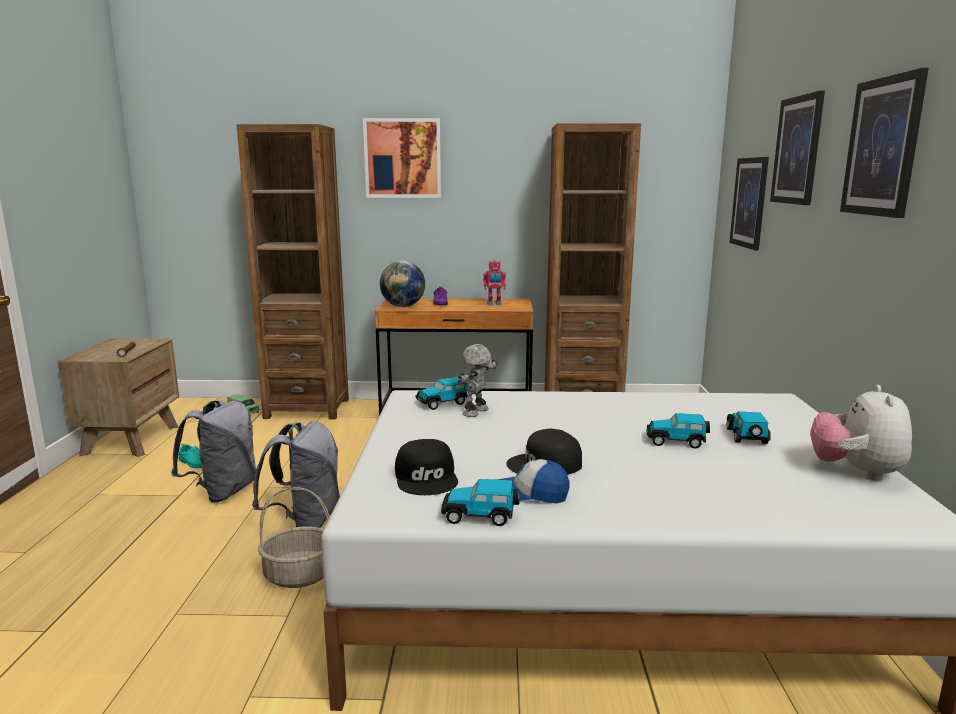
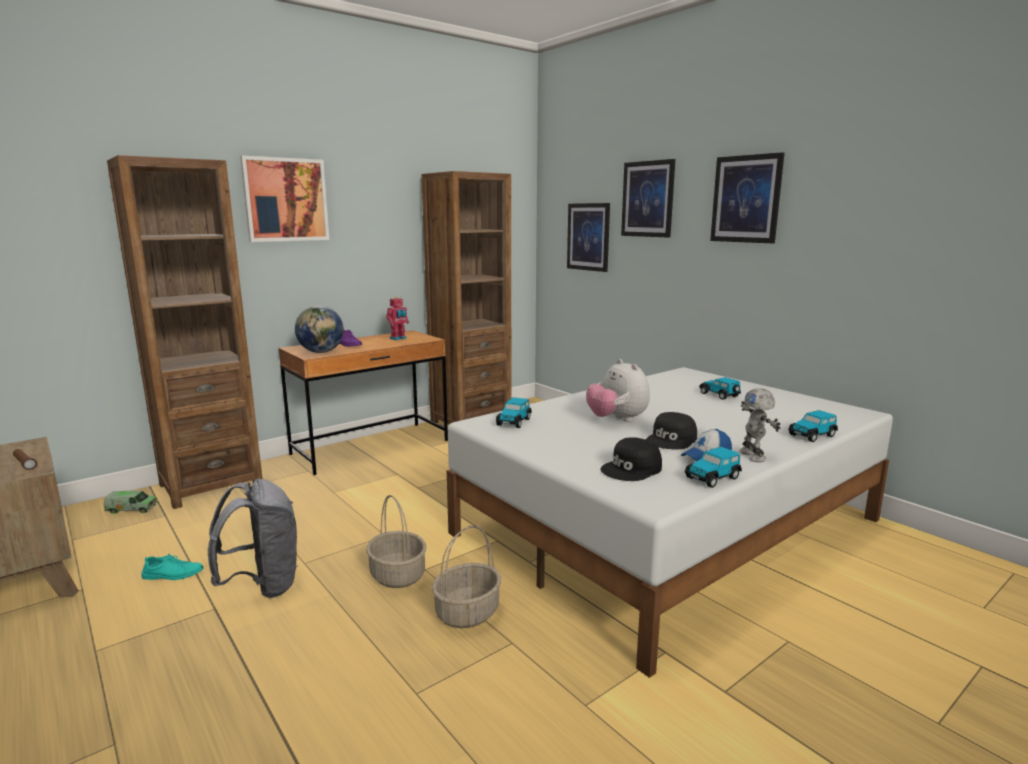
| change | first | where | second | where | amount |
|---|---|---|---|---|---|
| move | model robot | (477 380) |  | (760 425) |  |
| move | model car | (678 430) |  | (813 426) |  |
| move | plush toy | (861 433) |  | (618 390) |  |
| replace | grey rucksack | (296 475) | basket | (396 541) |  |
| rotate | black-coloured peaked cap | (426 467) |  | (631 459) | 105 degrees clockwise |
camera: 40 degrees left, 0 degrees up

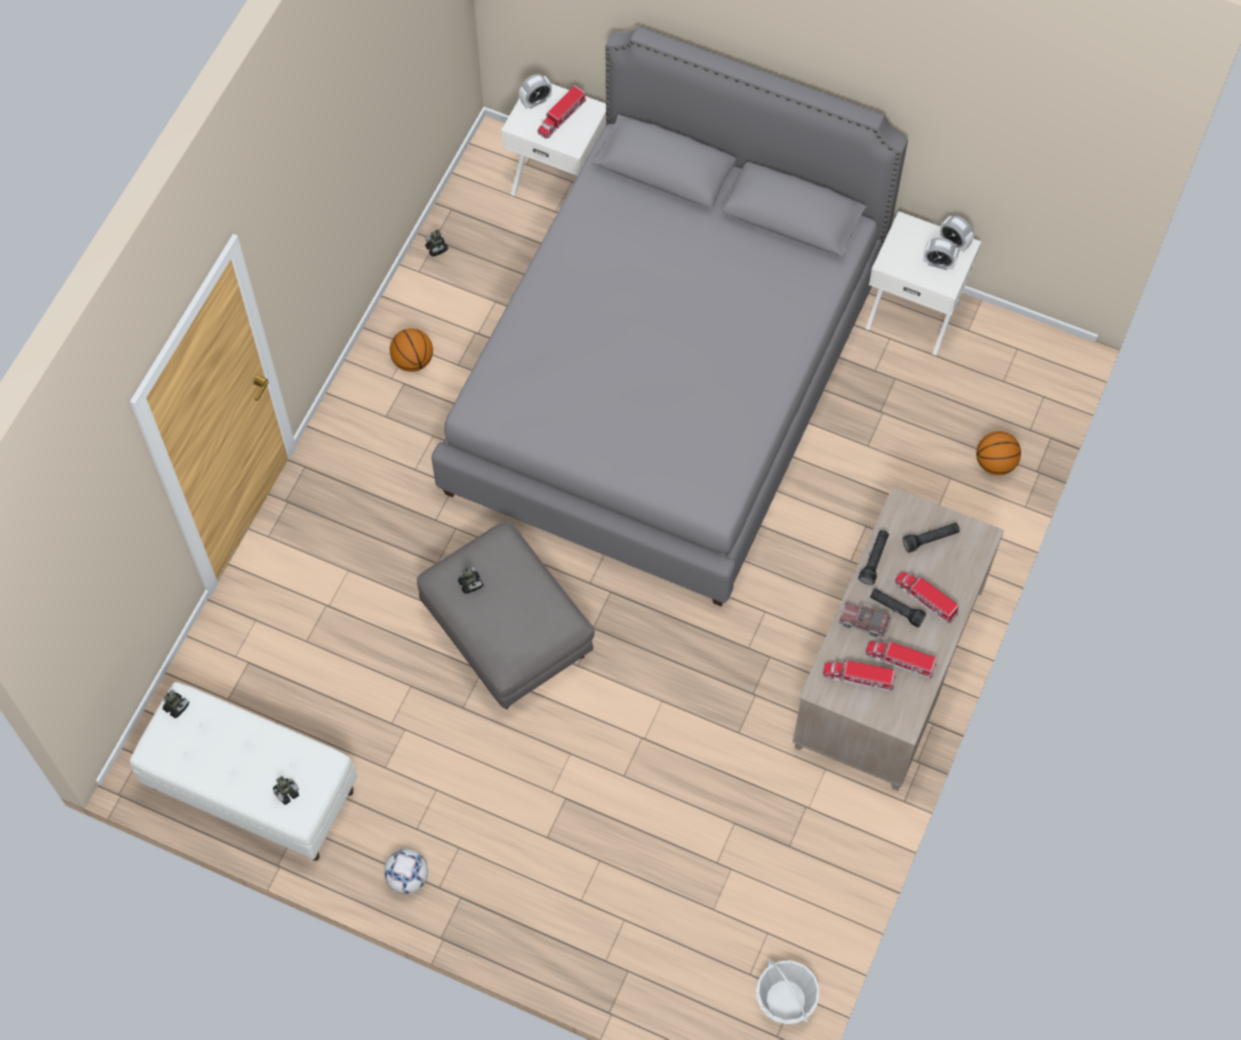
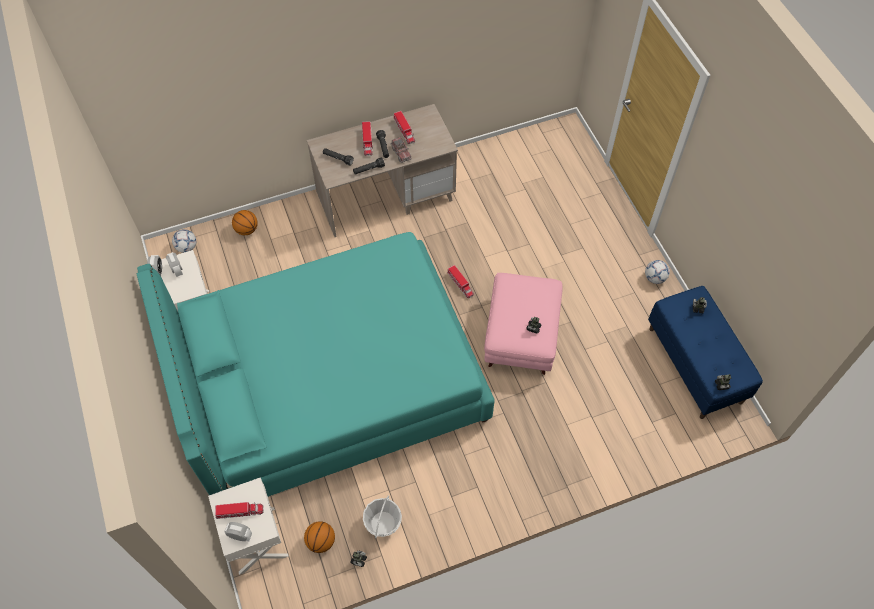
| change | first | where | second | where | amount |
|---|---|---|---|---|---|
| insert |  |  | ball for football | (184 241) |  |
| move | ball for basketball | (411 350) |  | (319 537) |  |
| move | basket | (787 991) |  | (382 516) |  |
| move | toy truck | (859 675) |  | (460 281) |  |
| recolor | whitish long seat | (243 771) | bluish long seat | (705 352) |  |
| recolor | grey ottoman | (505 615) | pink-coloured ottoman | (523 324) |  |
| recolor | grey bed | (669 316) | turquoise bed | (316 364) |  |
camera: 135 degrees left, 5 degrees down

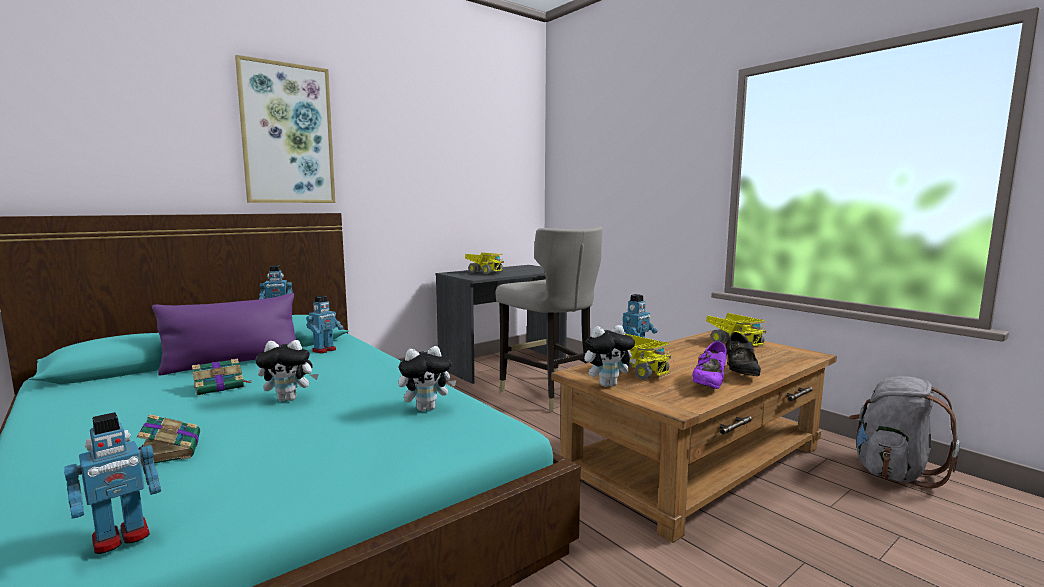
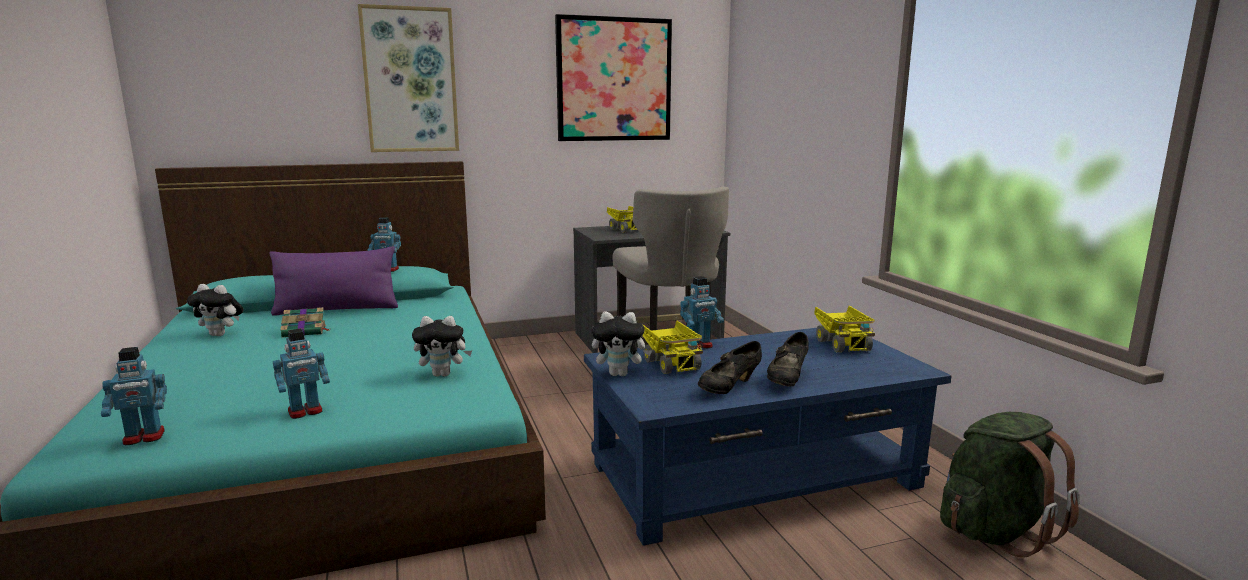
| change | first | where | second | where | amount |
|---|---|---|---|---|---|
| delete | book | (168 440) |  |  |  |
| insert |  |  | wall picture | (613 77) |  |
| move | plush toy | (287 370) |  | (215 310) |  |
| move | model robot | (324 325) |  | (301 373) |  |
| recolor | brownish low table | (694 436) | bluish low table | (767 437) |  |
| recolor | purple low shoe | (709 365) | black-coloured low shoe | (730 367) |  |
| recolor | grey rucksack | (904 432) | greenish rucksack | (1010 485) |  |
camera: 20 degrees right, 5 degrees up

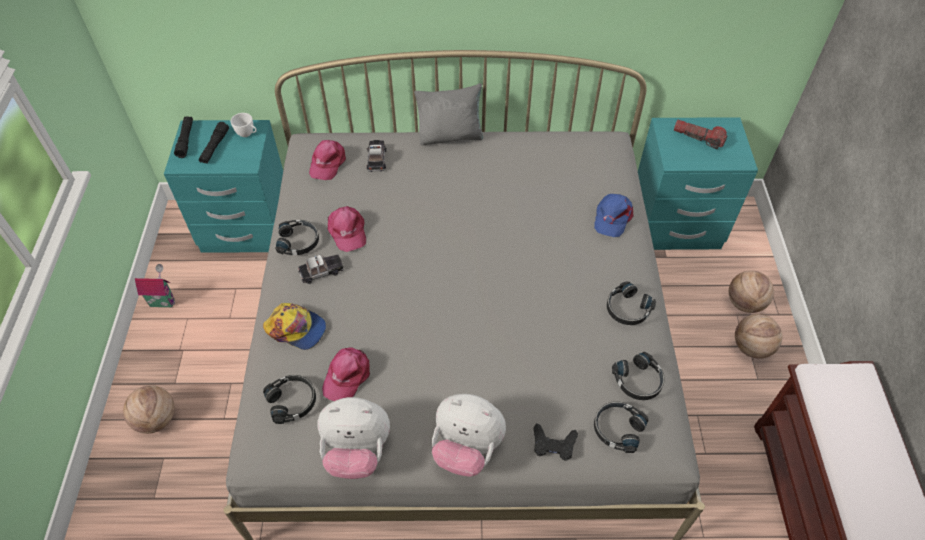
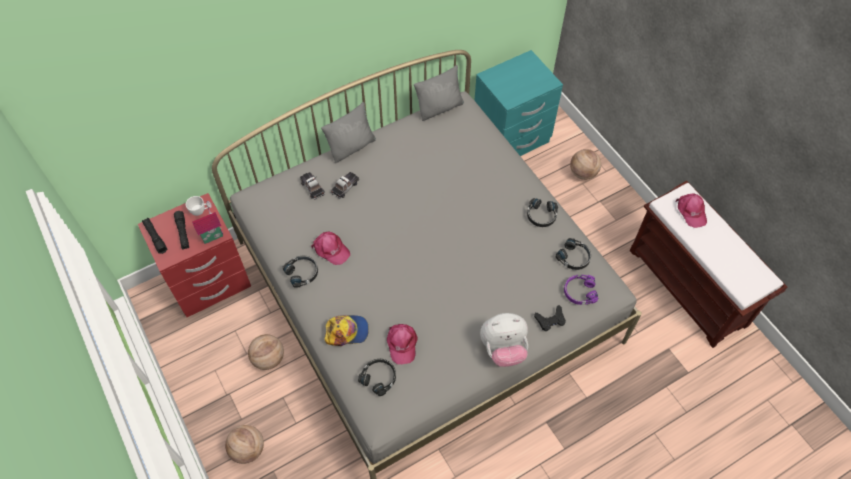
| change | first | where | second | where | amount |
|---|---|---|---|---|---|
| delete | plush toy | (354 438) |  |  |  |
| delete | bluish peaked cap | (613 215) |  |  |  |
| delete | hand torch | (700 134) |  |  |  |
| insert |  |  | grey pillow | (439 93) |  |
| move | miniature house | (155 285) |  | (207 222) |  |
| move | model car | (321 269) |  | (345 185) |  |
| move | pink-coloured peaked cap | (327 160) |  | (691 210) |  |
| move | ball for basketball | (758 336) |  | (266 352) |  |
| recolor | turquoise bedside table | (223 186) | red-coloured bedside table | (194 255) |  |
| recolor | black-coloured pair of headphones | (621 427) | purple pair of headphones | (581 290) |  |
camera: 30 degrees left, 5 degrees up

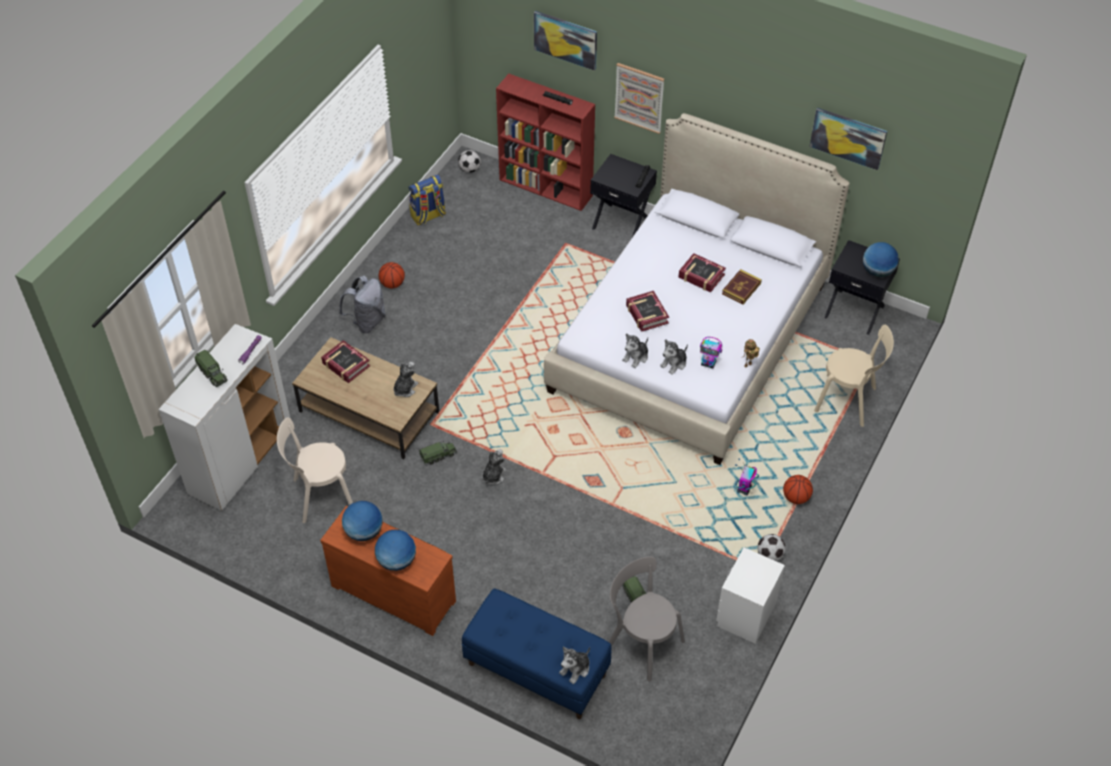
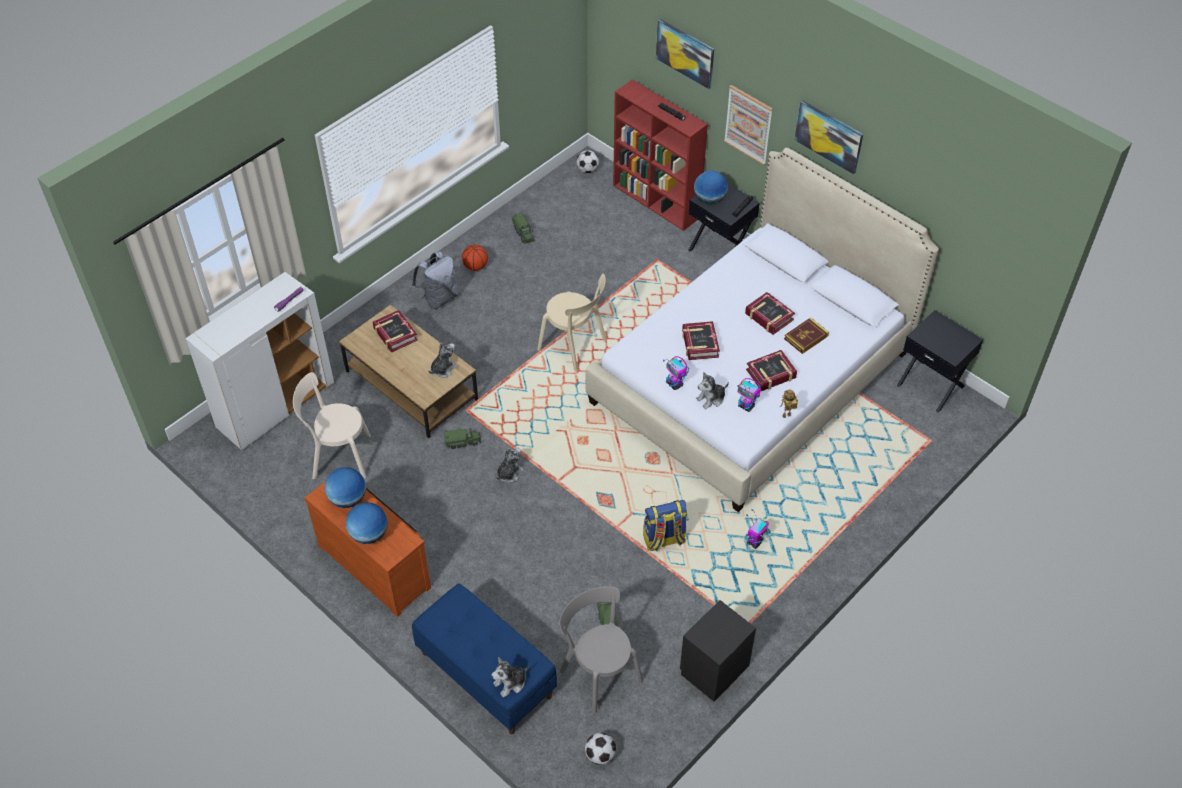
| change | first | where | second | where | amount |
|---|---|---|---|---|---|
| delete | ball for basketball | (798 489) |  |  |  |
| insert |  |  | book | (771 370) |  |
| move | toy truck | (211 368) |  | (523 228) |  |
| move | rucksack | (427 200) |  | (665 526) |  |
| move | ball for football | (772 547) |  | (600 749) |  |
| move | wall picture | (848 139) |  | (828 137) |  |
| move | beige-coloured chair | (854 376) |  | (572 322) |  |
| move | globe | (881 259) |  | (711 187) |  |
| replace | plush toy | (635 351) | model robot | (676 373) |  |
| recolor | whitish bedside table | (750 595) | black-coloured bedside table | (718 651) |  |
camera: 15 degrees right, 0 degrees up

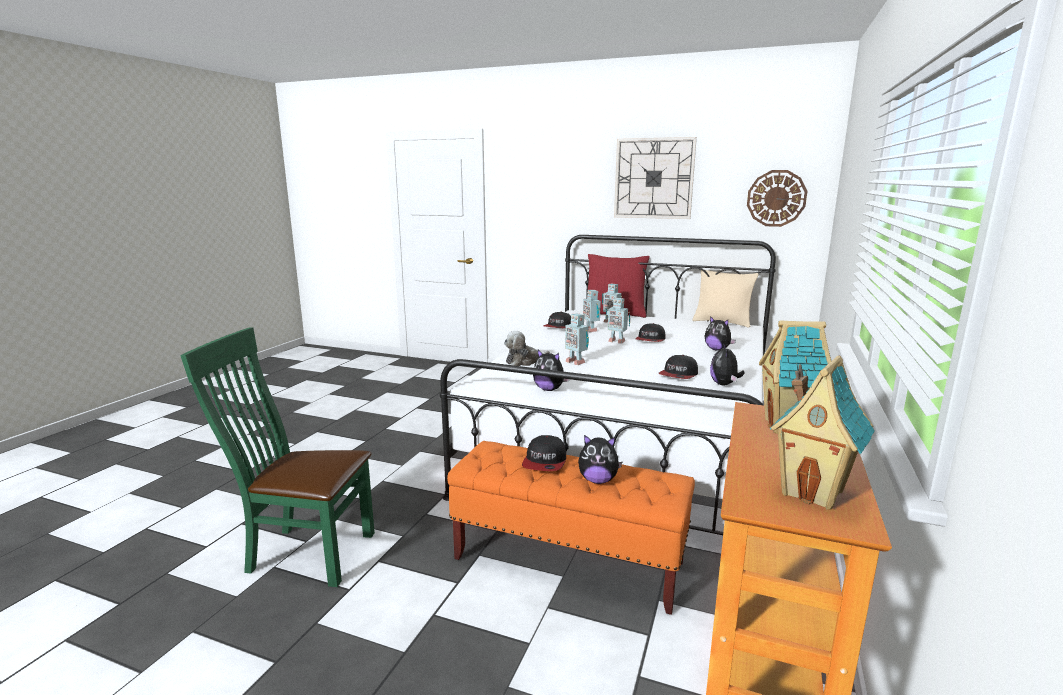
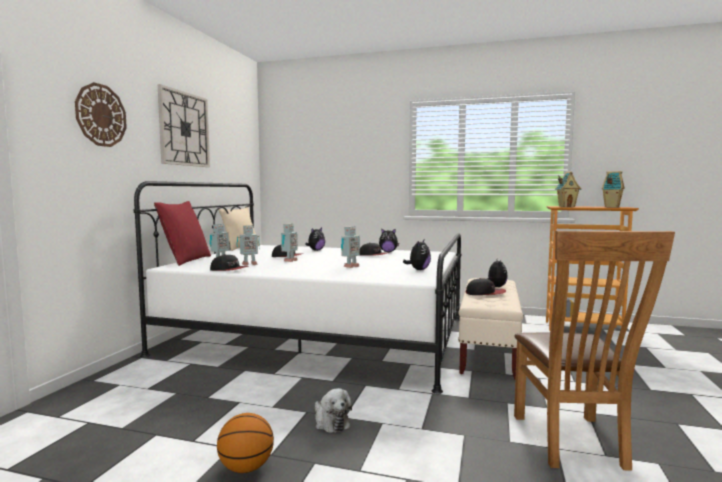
| change | first | where | second | where | amount |
|---|---|---|---|---|---|
| insert |  |  | ball for basketball | (245 443) |  |
| move | plush toy | (527 348) |  | (333 410) |  |
| move | clock on the wall | (777 198) |  | (101 114) |  |
| recolor | greenish chair | (277 457) | brownish chair | (594 351) |  |
| recolor | orangey long seat | (571 528) | beige-coloured long seat | (490 329) |  |
camera: 95 degrees left, 10 degrees down

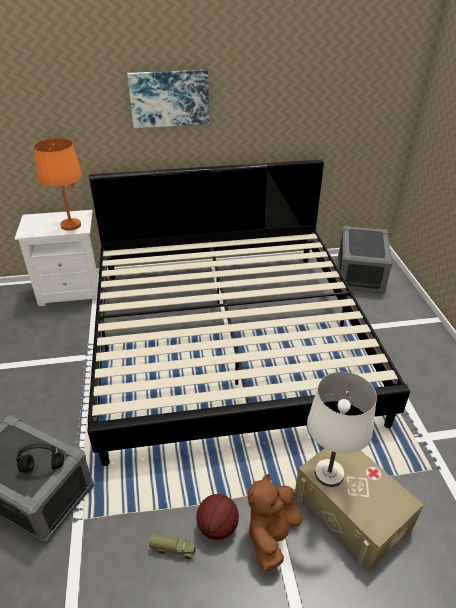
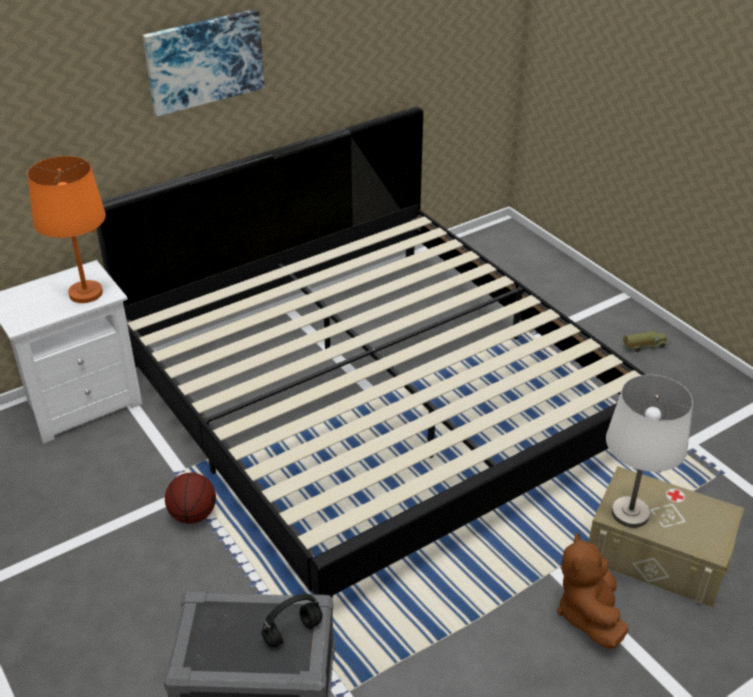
| change | first | where | second | where | amount |
|---|---|---|---|---|---|
| delete | grey storage box | (365 260) |  |  |  |
| move | toy truck | (173 546) |  | (645 341) |  |
| move | ball for basketball | (217 517) |  | (190 498) |  |
camera: 25 degrees left, 0 degrees up

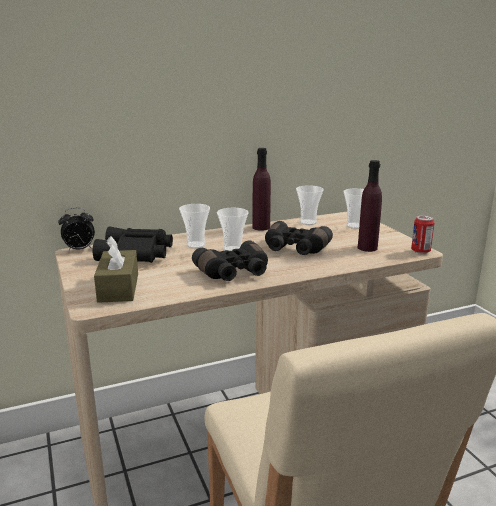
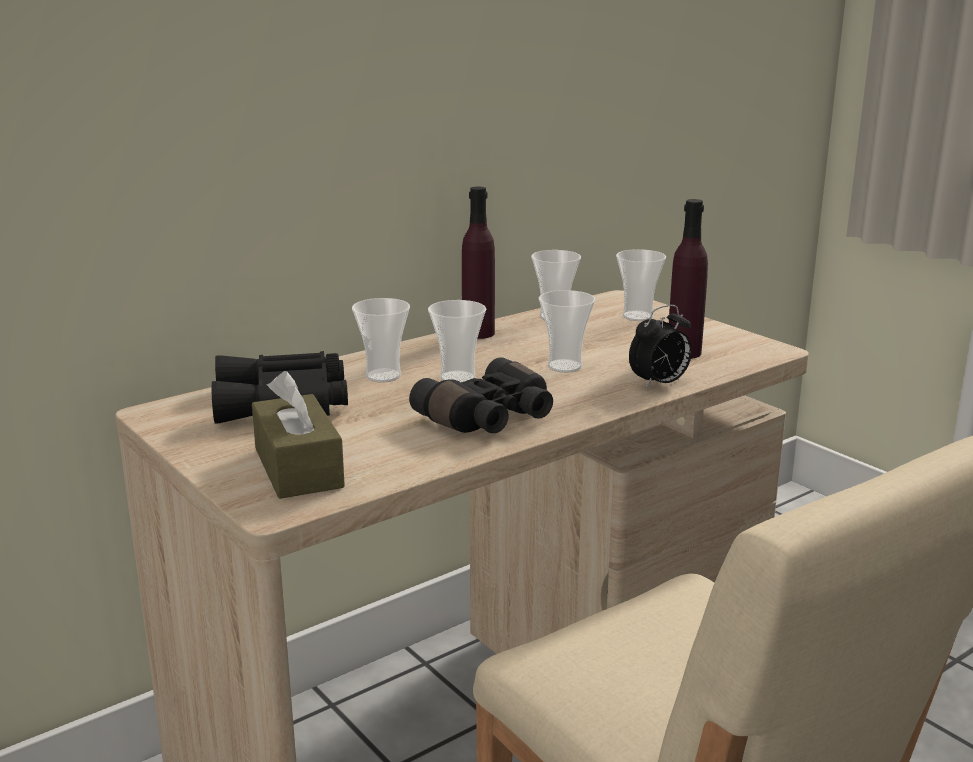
| change | first | where | second | where | amount |
|---|---|---|---|---|---|
| delete | sealed can | (423 234) |  |  |  |
| move | table clock | (76 230) |  | (660 347) |  |
| replace | black-coloured pair of binoculars | (299 238) | cup | (567 331) |  |
camera: 15 degrees left, 0 degrees up

